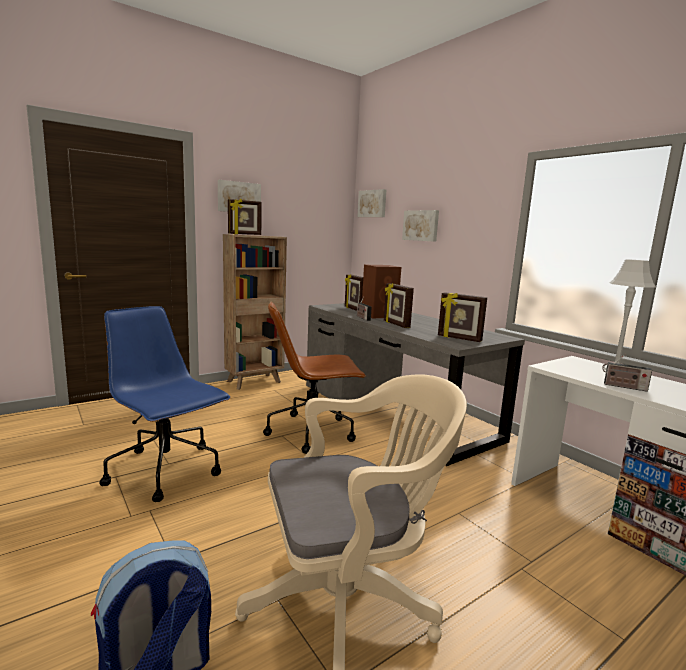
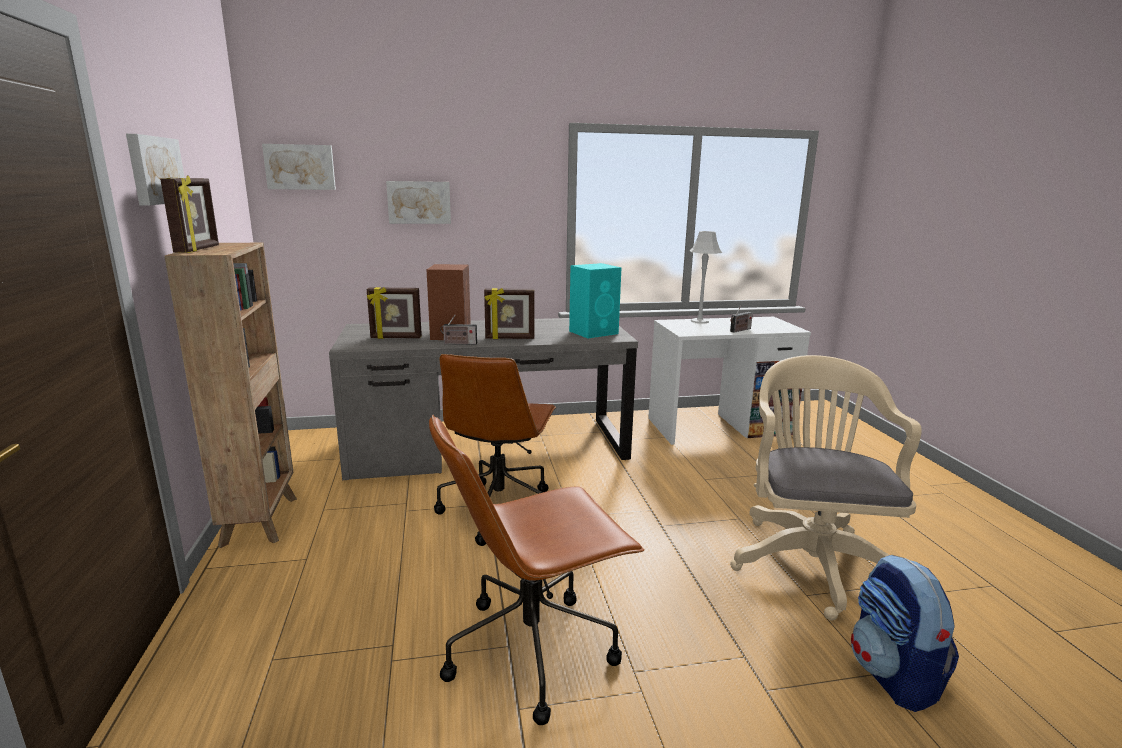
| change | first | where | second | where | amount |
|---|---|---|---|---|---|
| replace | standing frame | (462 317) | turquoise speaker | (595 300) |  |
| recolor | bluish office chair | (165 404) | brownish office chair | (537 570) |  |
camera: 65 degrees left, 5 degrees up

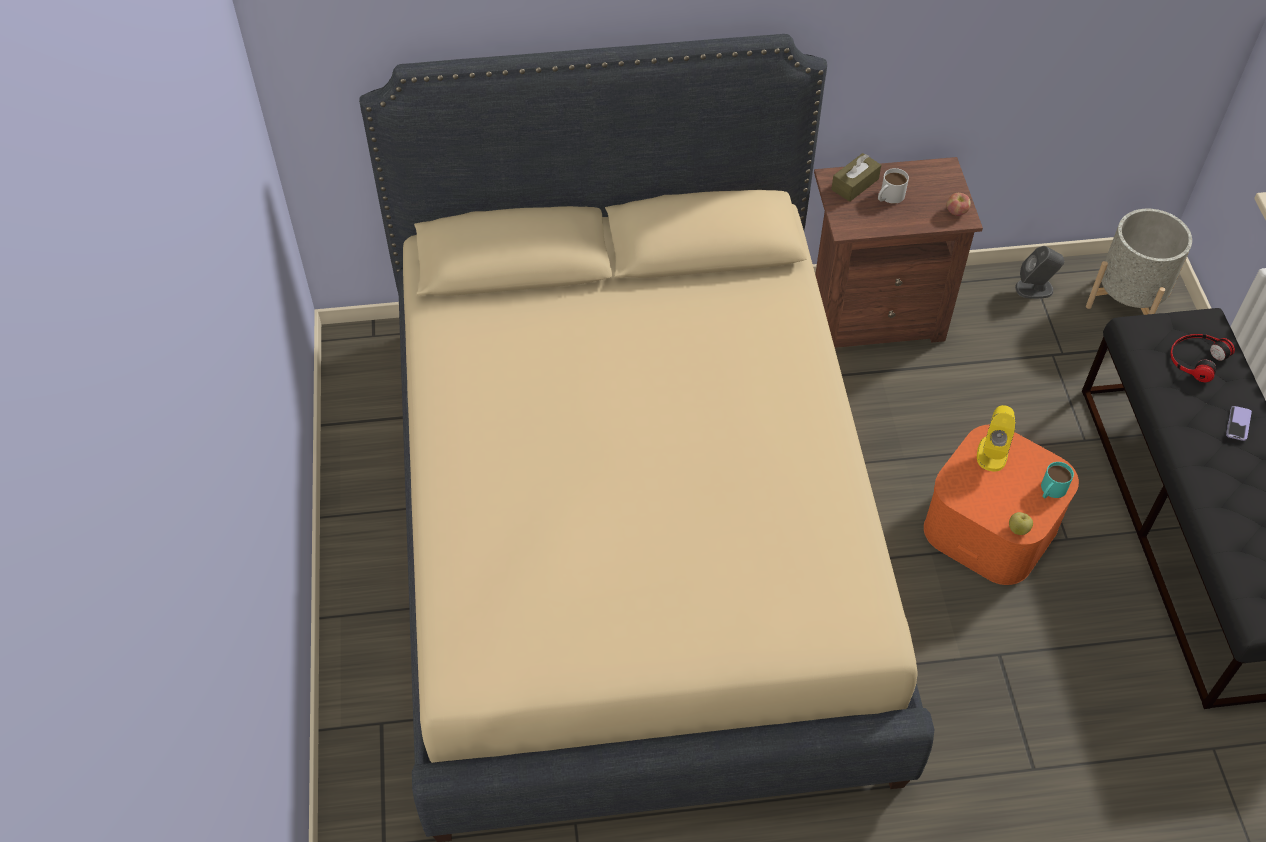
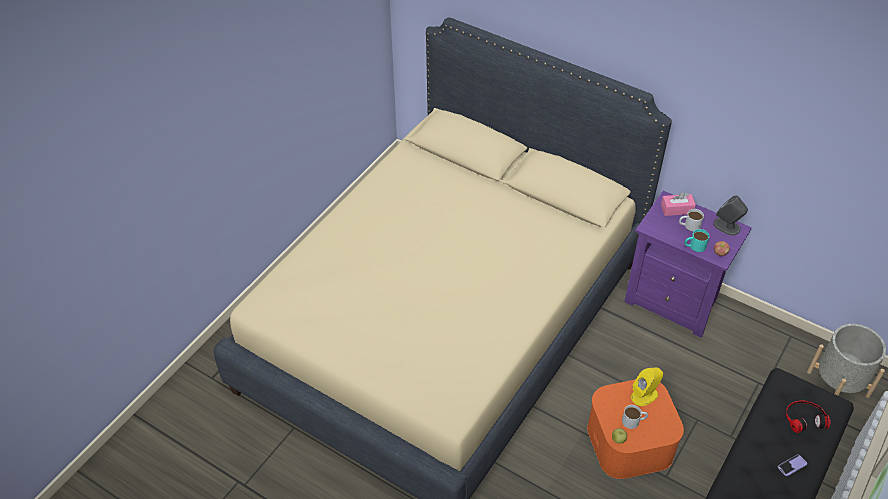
| change | first | where | second | where | amount |
|---|---|---|---|---|---|
| insert |  |  | whitish coffee mug | (635 417) |  |
| move | grey speaker | (1039 272) |  | (730 215) |  |
| move | turquoise coffee mug | (1057 480) |  | (696 240) |  |
| recolor | brownish bedside table | (898 252) | purple bedside table | (688 264) |  |
| recolor | brownish tissue box | (856 177) | pink-coloured tissue box | (678 204) |  |
camera: 40 degrees right, 5 degrees down

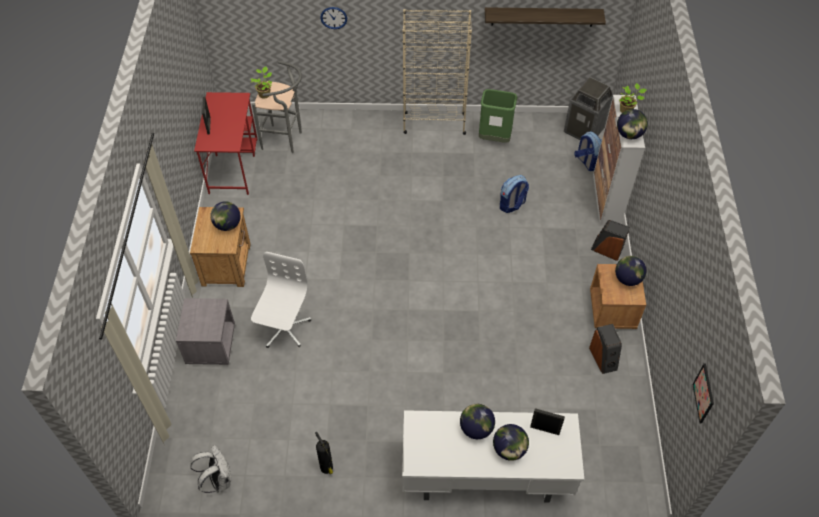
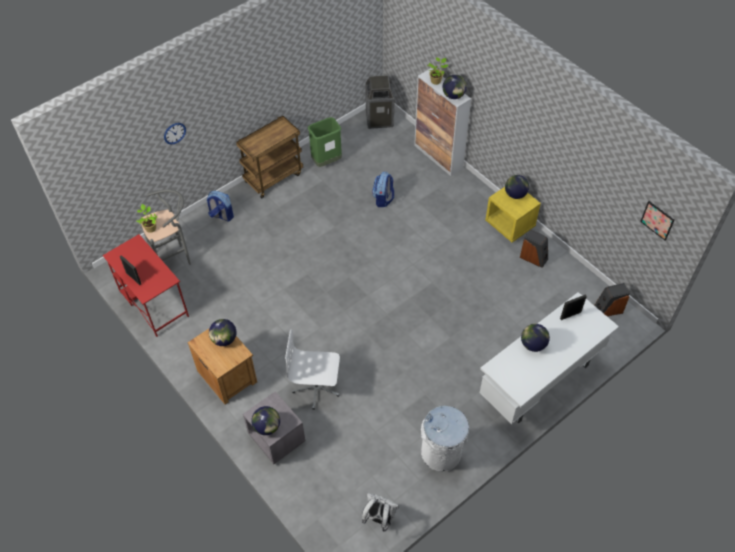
| change | first | where | second | where | amount |
|---|---|---|---|---|---|
| delete | bracket shelf | (545 17) |  |  |  |
| move | globe | (511 442) |  | (265 420) |  |
| move | rucksack | (588 151) |  | (220 206) |  |
| move | speaker | (610 240) |  | (612 299) |  |
| replace | extinguisher | (324 453) | whitish trash can | (445 439) |  |
| replace | beige-coloured bookshelf | (437 72) | brownish trolley | (269 157) |  |
| recolor | brownish bedside table | (618 296) | yellow bedside table | (513 215) |  |
| rotate | whitish office chair | (281 300) |  | (312 369) | 60 degrees counterclockwise |
camera: 40 degrees left, 0 degrees up

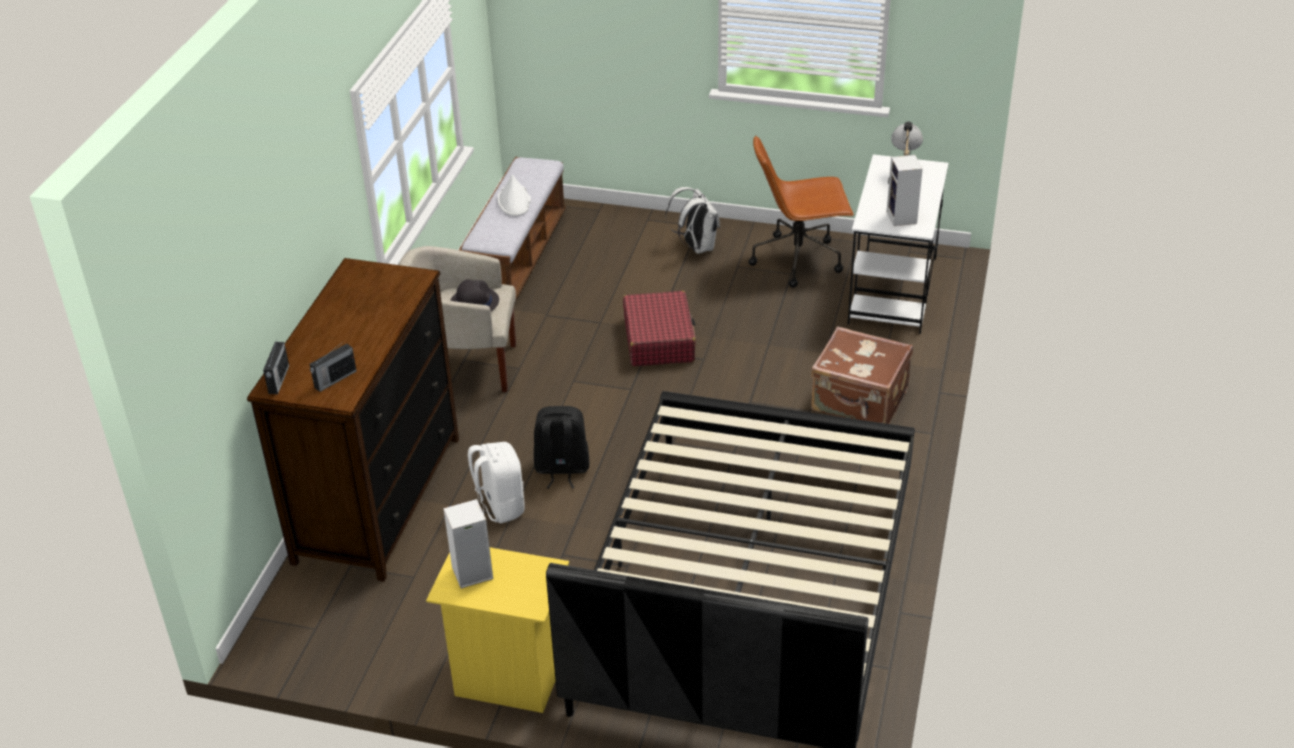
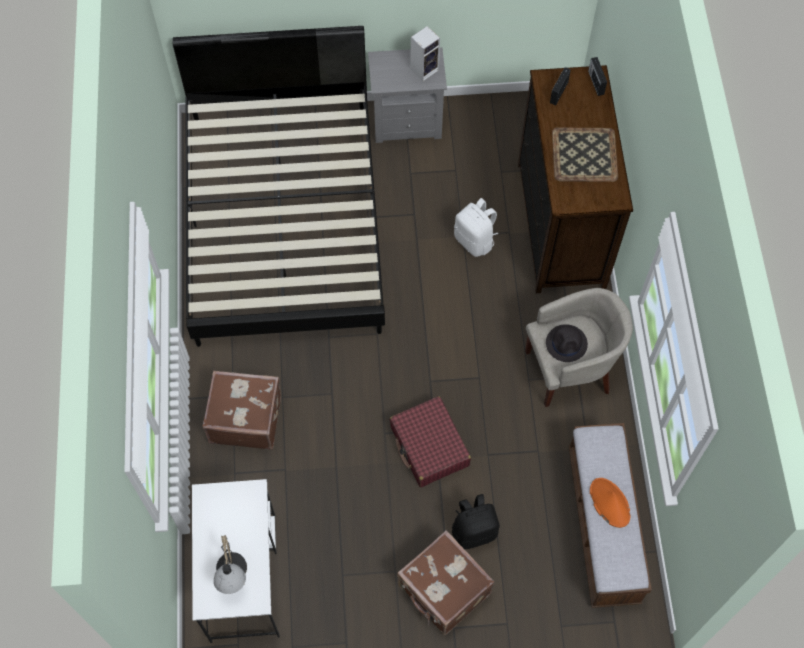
| change | first | where | second | where | amount |
|---|---|---|---|---|---|
| delete | brownish office chair | (801 211) |  |  |  |
| delete | speaker | (904 190) |  |  |  |
| insert |  |  | serving tray | (585 155) |  |
| move | black-coloured rucksack | (562 447) |  | (476 521) |  |
| replace | whitish rucksack | (693 220) | brownish suitcase | (445 582) |  |
| recolor | yellow bedside table | (497 630) | grey bedside table | (407 95) |  |
| recolor | whitish wearable hat | (514 195) | orangey wearable hat | (610 503) |  |
camera: 160 degrees right, 25 degrees up

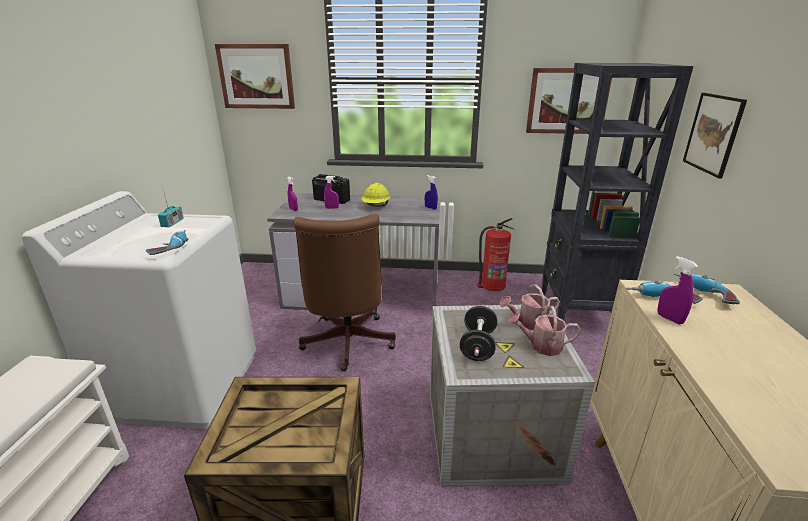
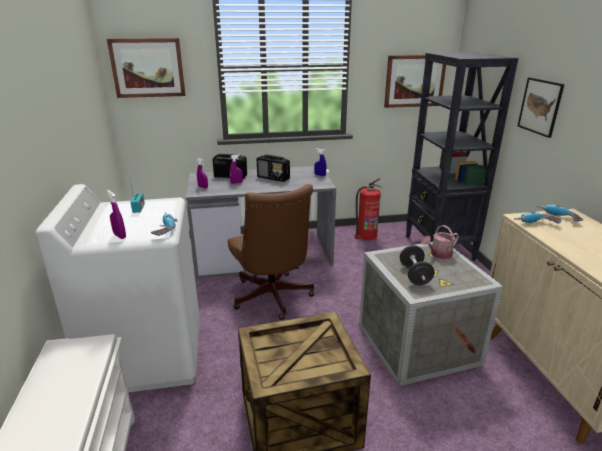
| change | first | where | second | where | amount |
|---|---|---|---|---|---|
| delete | watering pot | (544 331) |  |  |  |
| move | purple spray bottle | (677 290) |  | (116 214) |  |
| replace | yellow hard hat | (375 195) | radio set | (273 168) |  |
camera: 15 degrees left, 0 degrees up

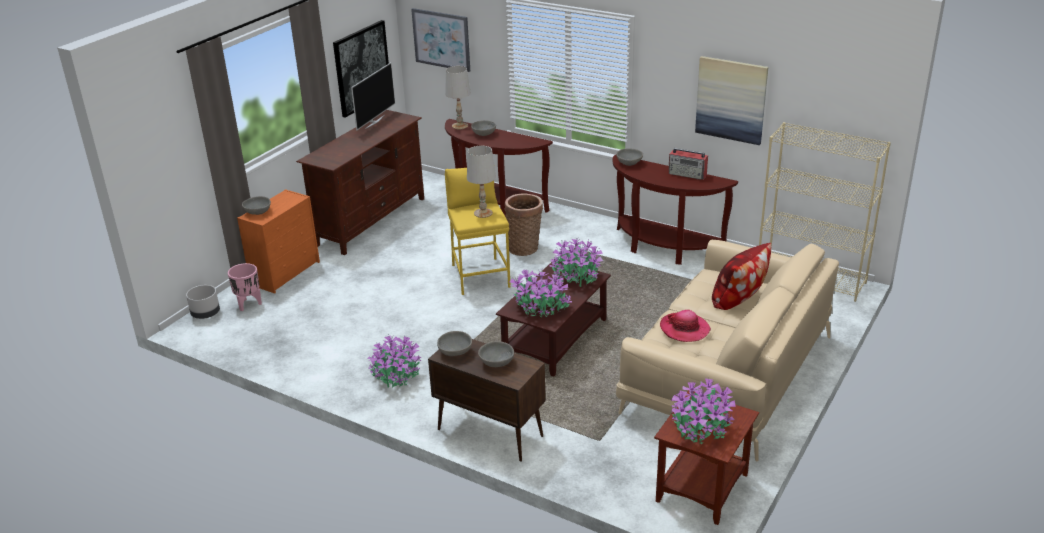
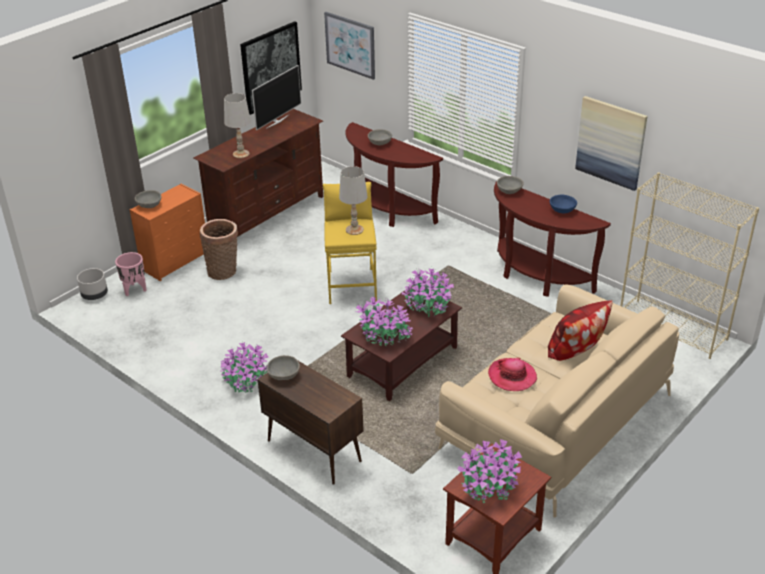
| change | first | where | second | where | amount |
|---|---|---|---|---|---|
| delete | grey bowl | (496 354) |  |  |  |
| move | whitish table lamp | (458 97) |  | (237 125) |  |
| move | basket | (523 224) |  | (219 249) |  |
| replace | radio set | (688 164) | bluish bowl | (563 204) |  |
camera: 10 degrees right, 5 degrees up

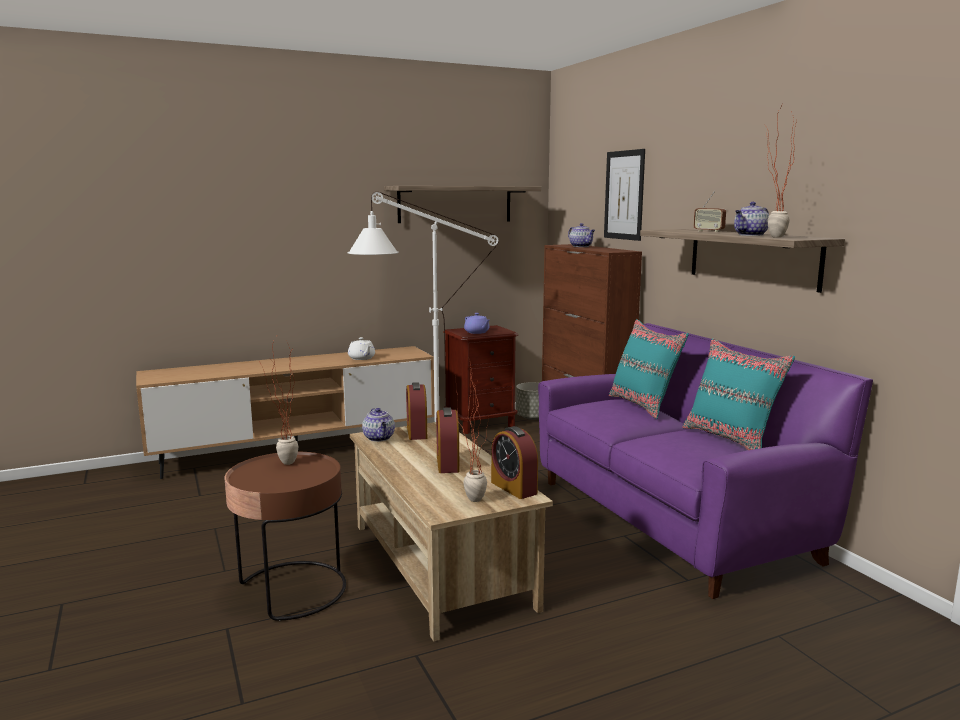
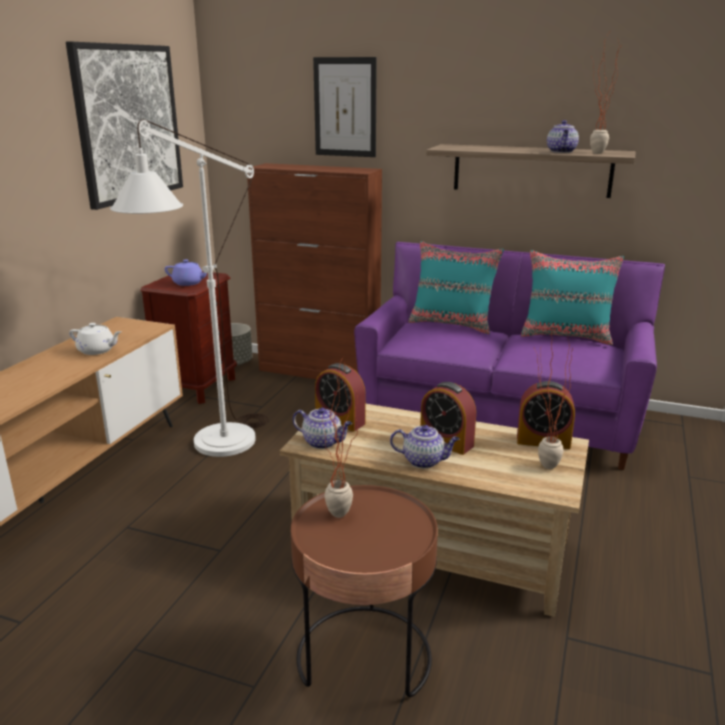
| change | first | where | second | where | amount |
|---|---|---|---|---|---|
| delete | radio set | (709 211) |  |  |  |
| move | pot for tea | (581 235) |  | (424 446) |  |
| replace | bracket shelf | (462 204) | wall picture | (124 126) |  |
camera: 45 degrees left, 10 degrees up

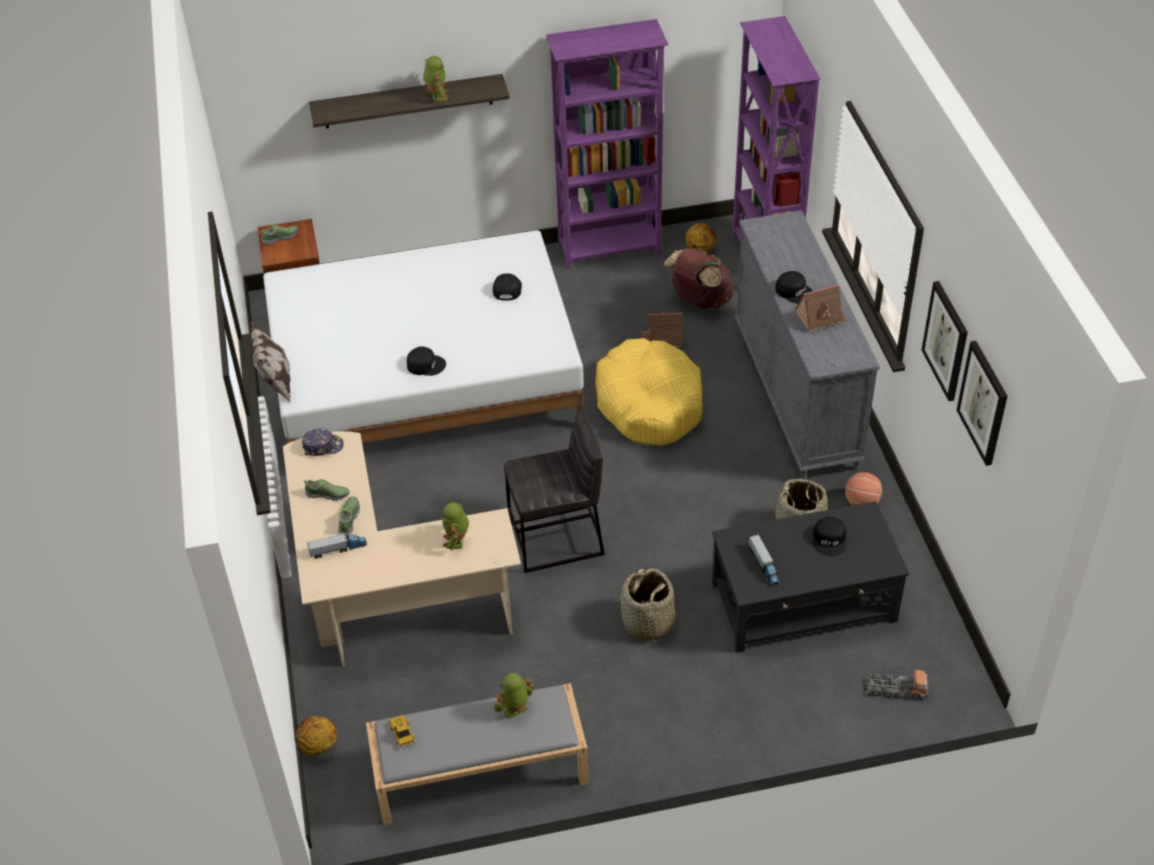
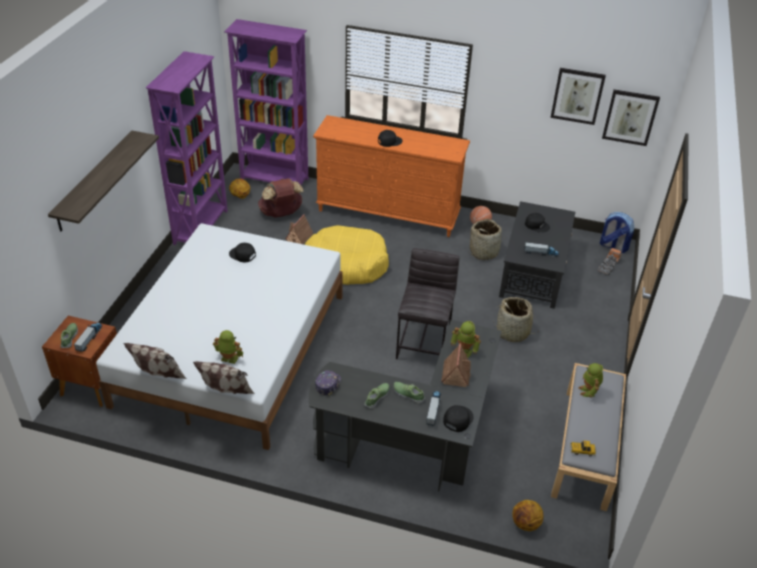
| change | first | where | second | where | amount |
|---|---|---|---|---|---|
| insert |  |  | toy truck | (88 337) |  |
| insert |  |  | pillow | (155 361) |  |
| insert |  |  | rucksack | (617 232) |  |
| move | black-coloured peaked cap | (426 361) |  | (458 418) |  |
| move | model robot | (436 79) |  | (228 347) |  |
| move | miniature house | (821 307) |  | (456 365) |  |
| move | wall picture | (945 341) |  | (631 117) |  |
| recolor | beige-coloured desk unit | (402 548) | black-coloured desk unit | (405 405) |  |
| recolor | grey chest of drawers | (807 344) | orangey chest of drawers | (391 176) |  |
camera: 65 degrees left, 5 degrees down

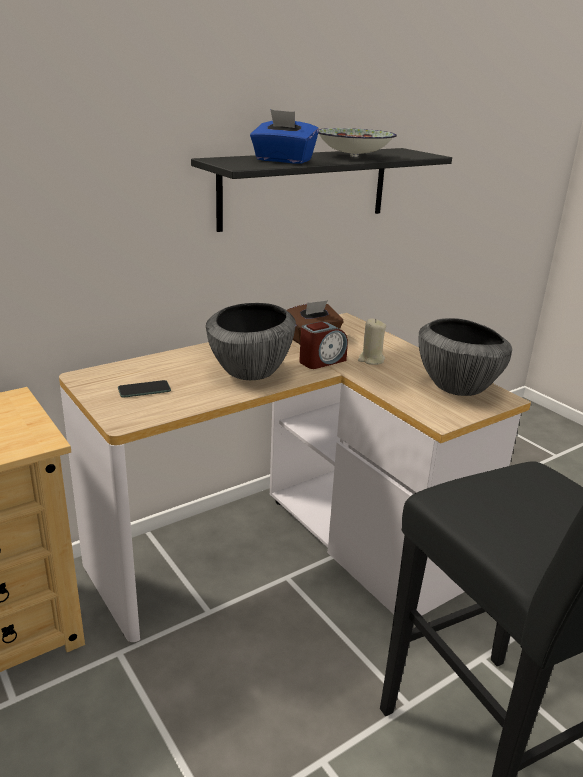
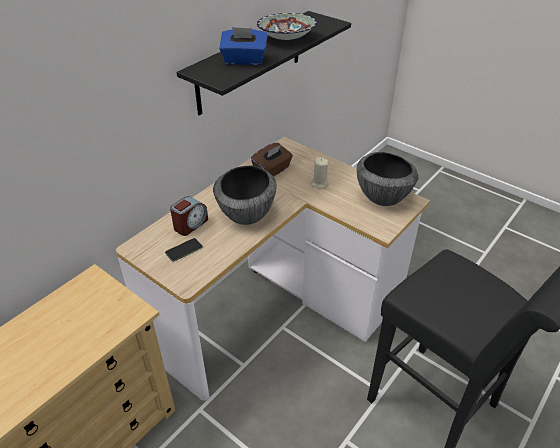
| change | first | where | second | where | amount |
|---|---|---|---|---|---|
| move | table clock | (323 345) |  | (189 216) |  |
camera: 15 degrees left, 15 degrees up

